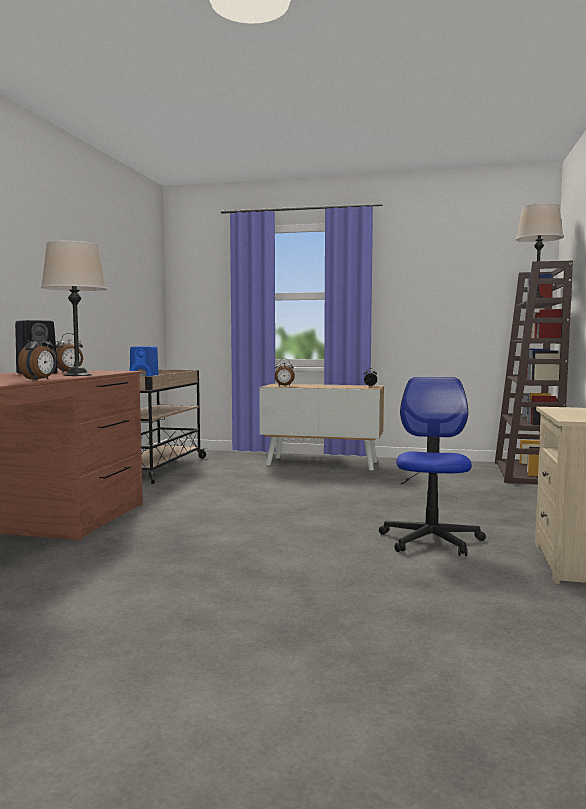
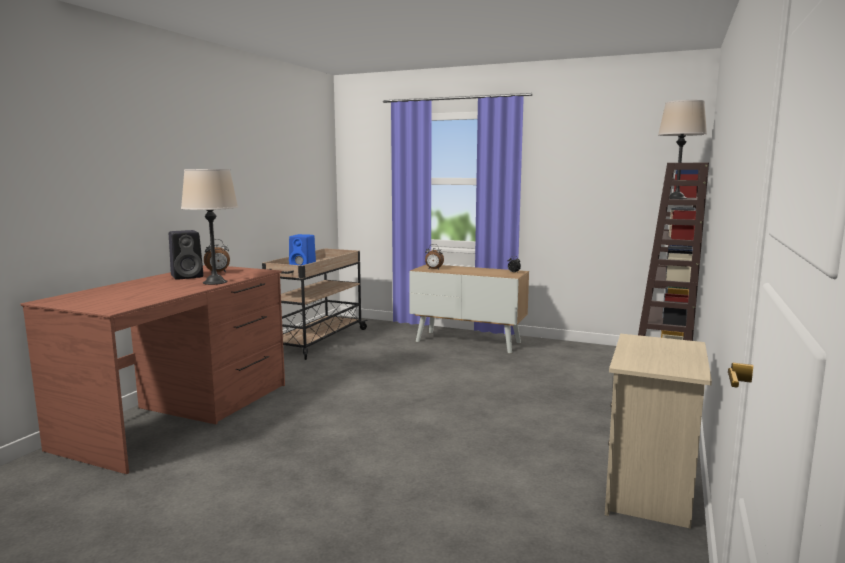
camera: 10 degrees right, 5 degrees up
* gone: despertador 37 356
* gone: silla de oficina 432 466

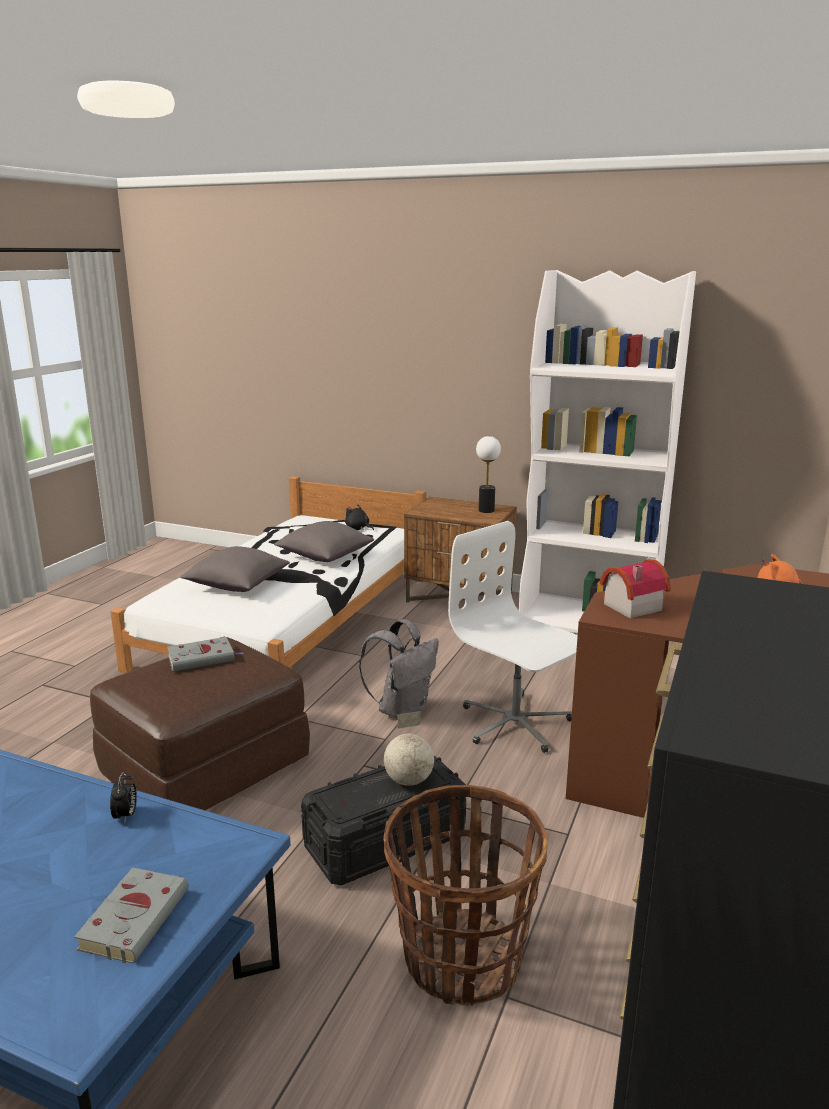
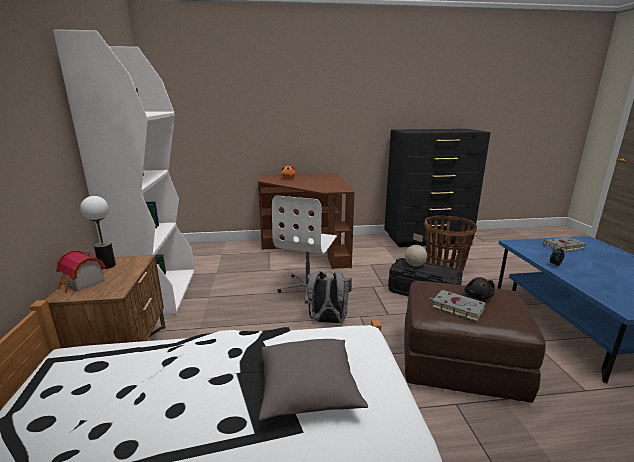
camera: 120 degrees left, 0 degrees up
* gone: cojín [gris] 324 541
* shifted: peluche [negro] 359 517 to 479 288
* shifted: casita 635 589 to 81 271

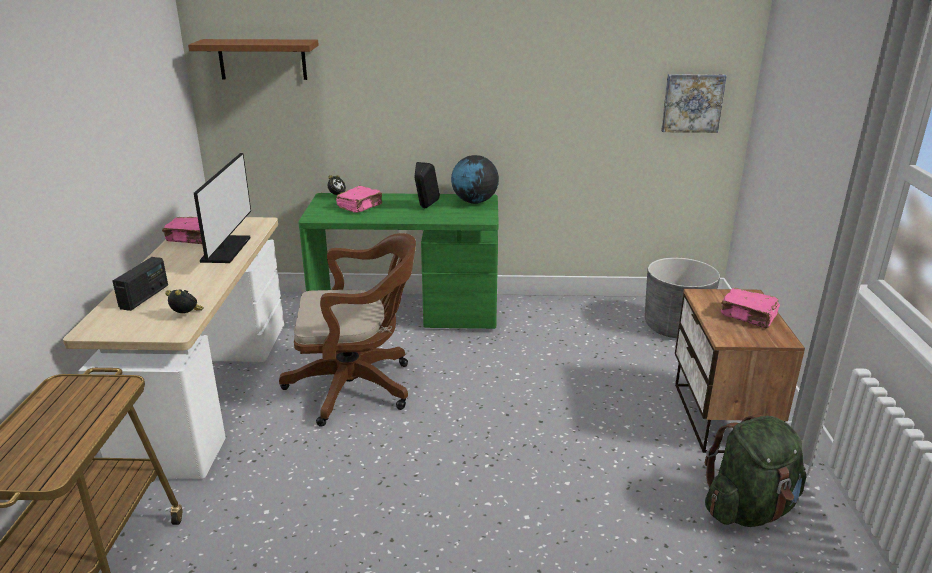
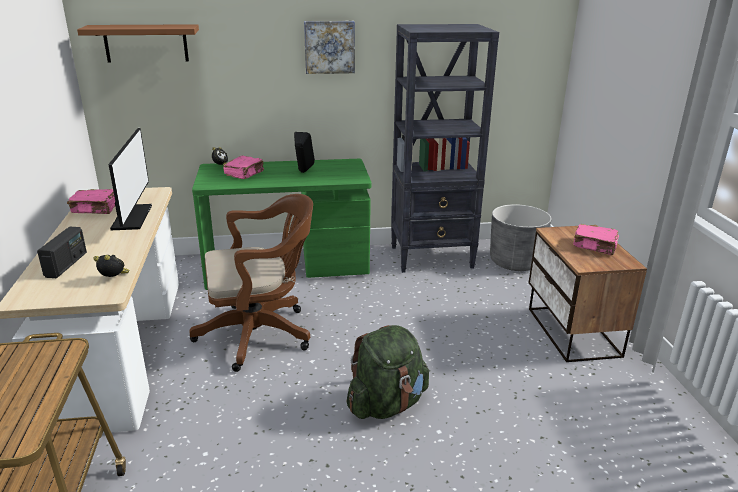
camera: 10 degrees left, 0 degrees up
* gone: globo terráqueo 475 179
* shifted: cuadro 693 103 to 329 47
* shifted: mochila [verde] 756 471 to 387 372
* new: estantería [negro] 445 148

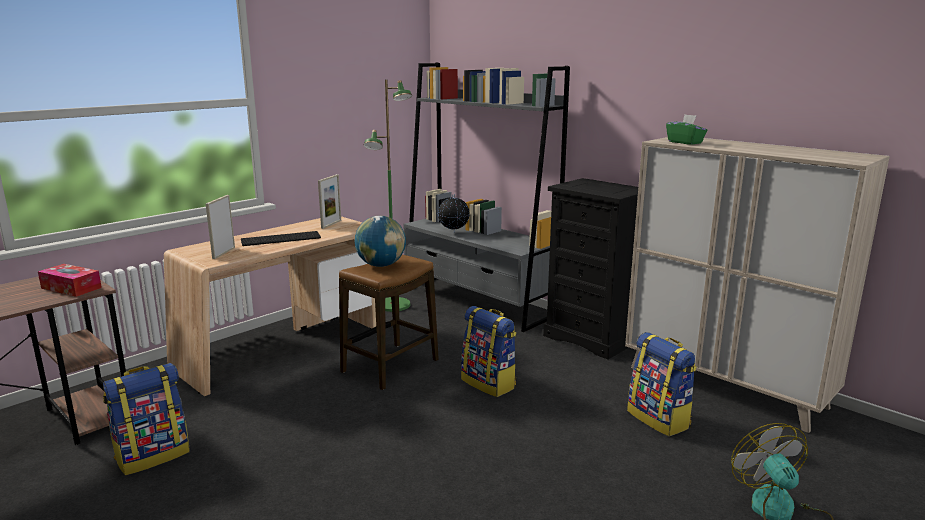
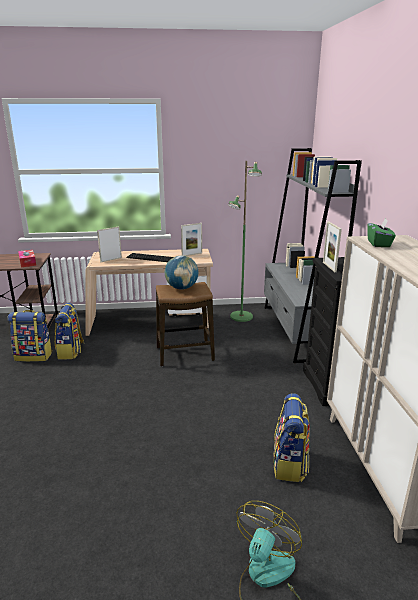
camera: 40 degrees right, 5 degrees up
* gone: globo terráqueo 454 213
* shifted: mochila 489 351 to 70 331
* new: portarretratos 332 246

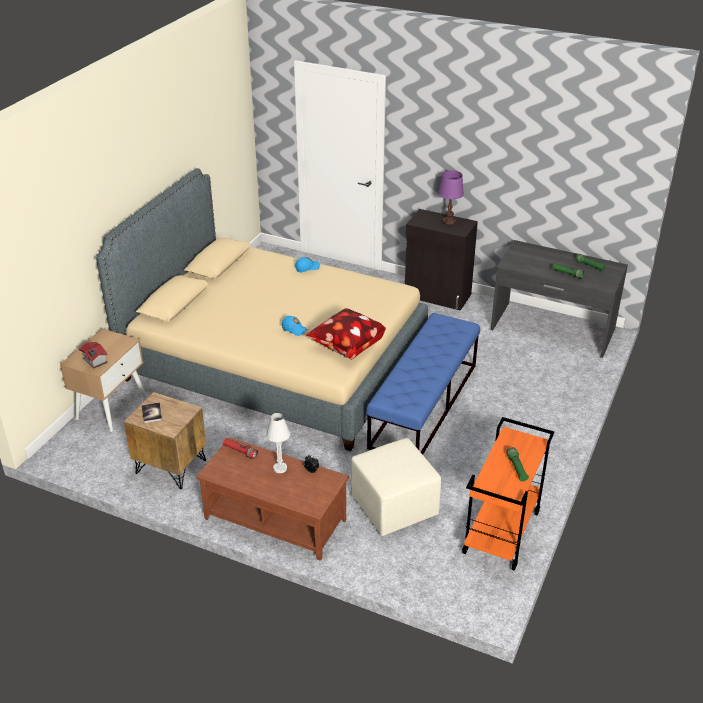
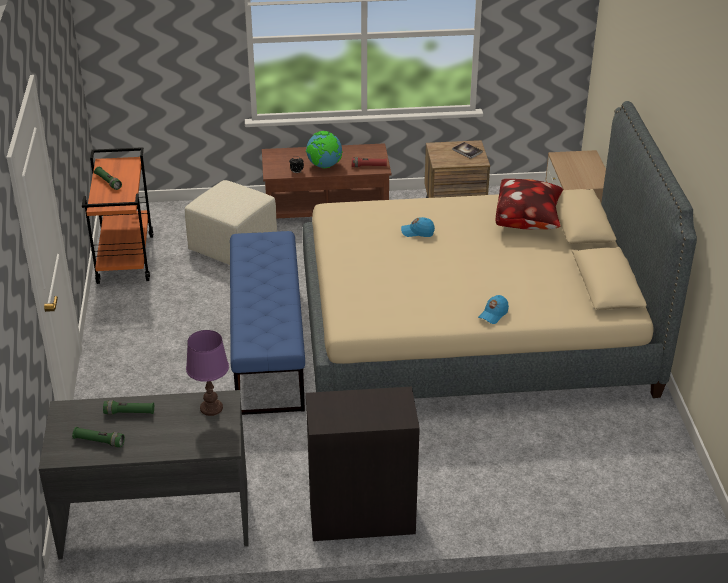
camera: 150 degrees right, 0 degrees up
* gone: casita 93 355
* swapped: lámpara de mesa [blanco] 278 443 to globo terráqueo 324 150
* shifted: cojín 346 334 to 529 204
* shifted: lámpara de mesa [morado] 451 197 to 207 373

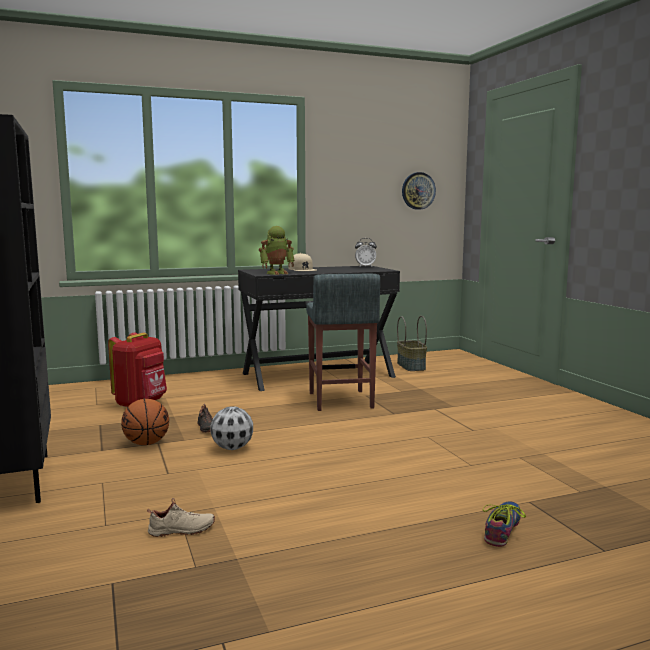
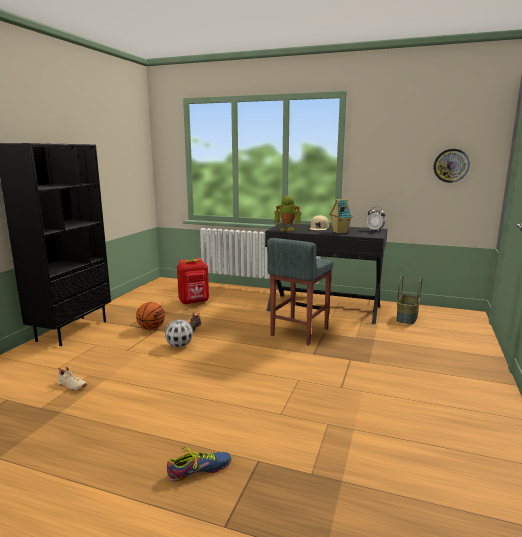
camera: 40 degrees right, 5 degrees up
* new: casita 341 216

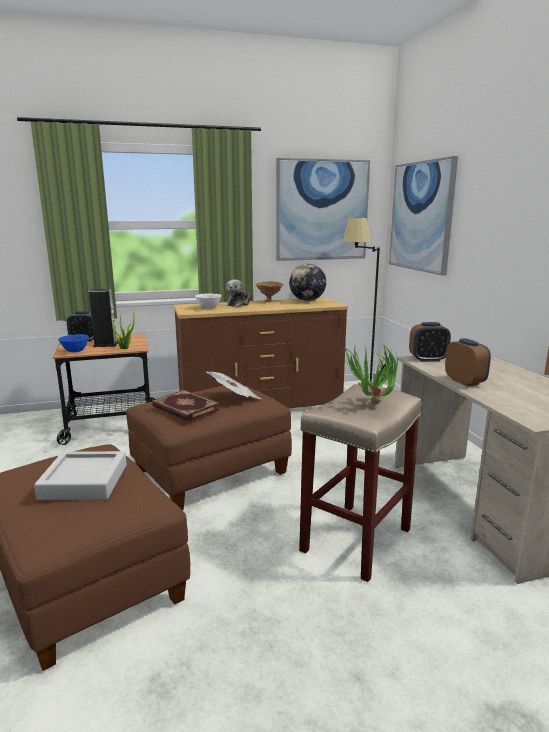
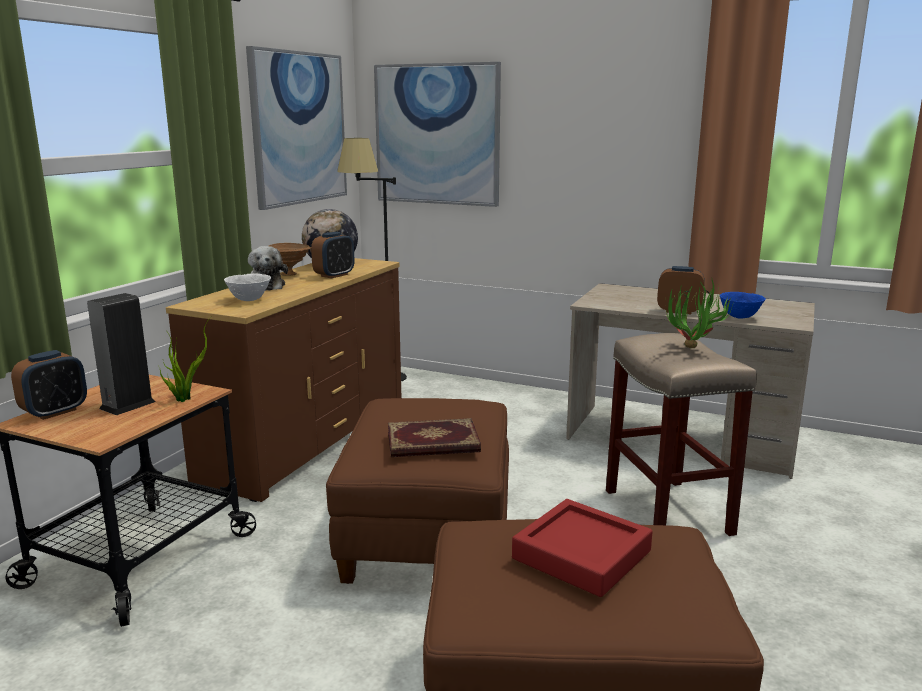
camera: 50 degrees left, 0 degrees up
* repainted: bandeja [gris] 80 475 to bandeja [rojo] 582 548
* shifted: cuenco [azul] 73 343 to 743 305
* gone: periódico 234 385
* shifted: despertador 430 342 to 332 255

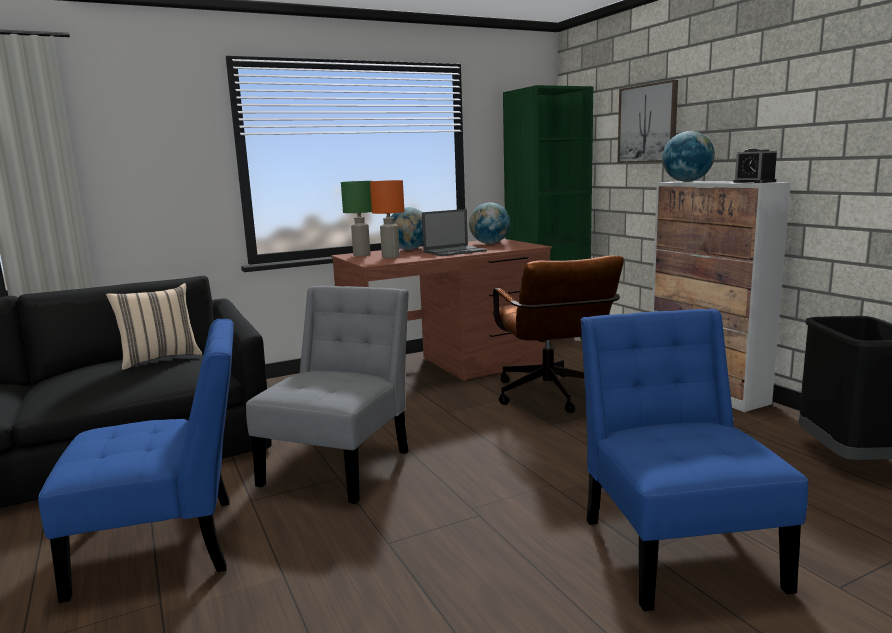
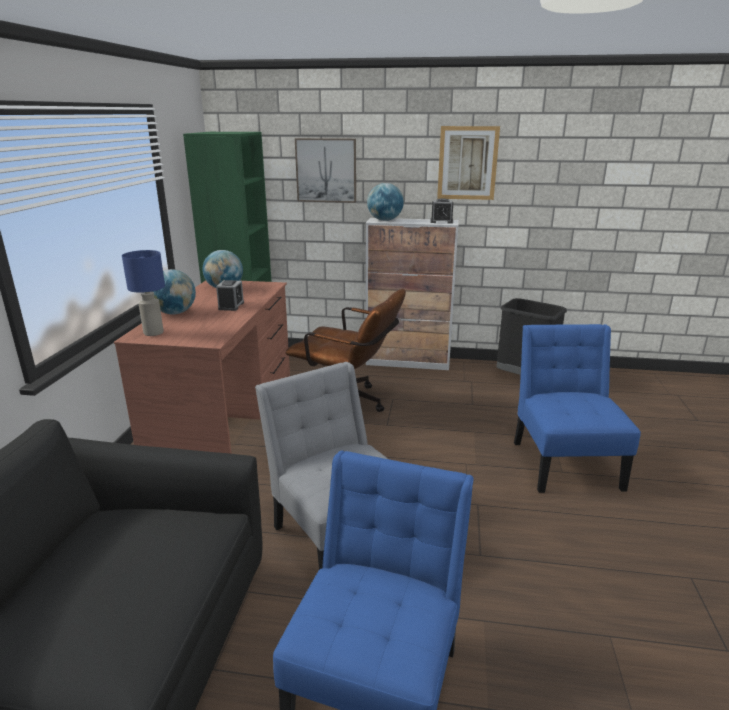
camera: 55 degrees left, 10 degrees up
* gone: cojín [beis] 154 326
* repainted: lámpara de mesa [verde] 356 218 to lámpara de mesa [azul] 143 293
* gone: lámpara de mesa [naranja] 387 219
* swapped: portátil 454 232 to despertador 230 295
* rotated: silla [azul] 694 460 = 577 408 60 degrees clockwise
* new: cuadro 468 163

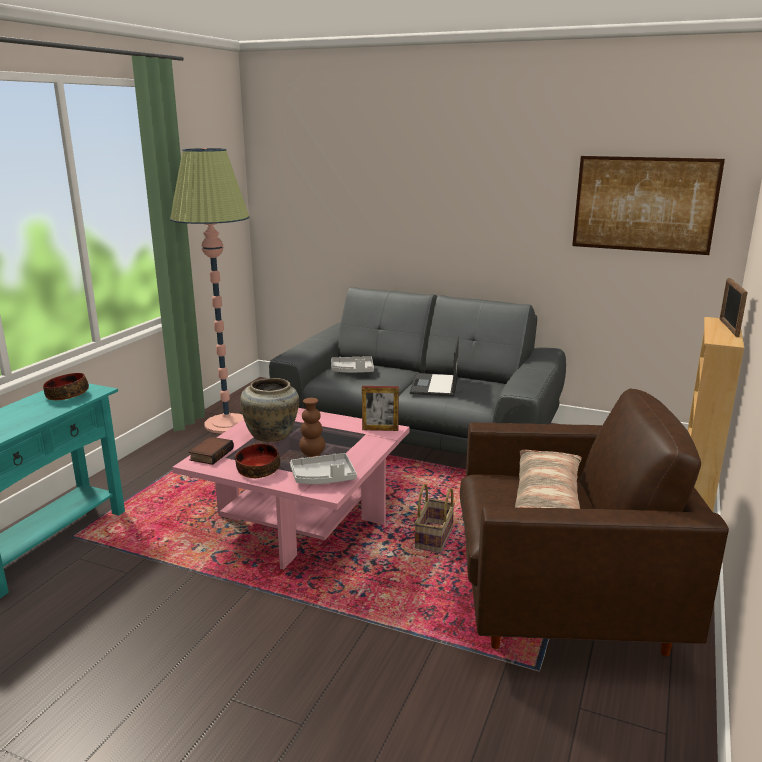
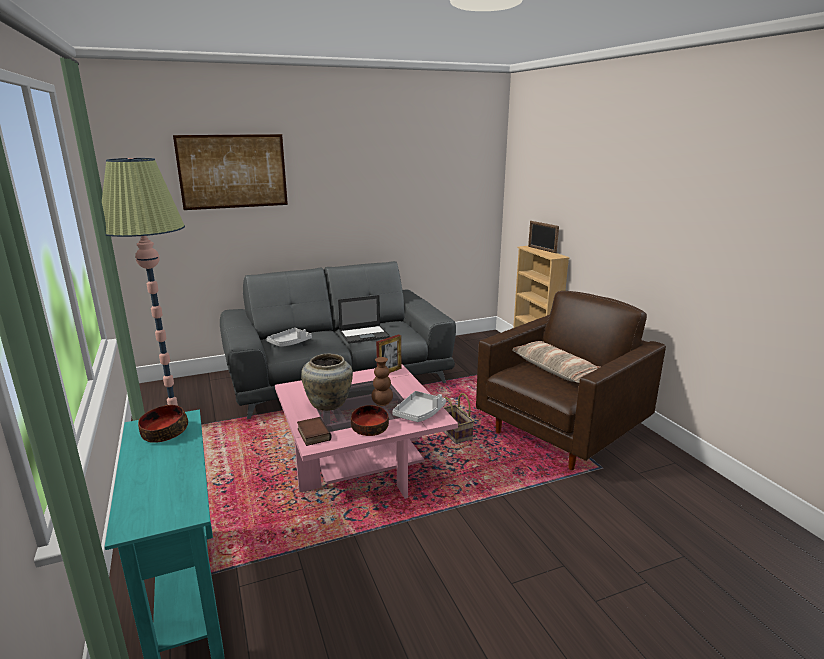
camera: 45 degrees left, 0 degrees up
* rotated: portátil 434 366 = 364 319 75 degrees counterclockwise
* shifted: cuadro 648 205 to 230 172

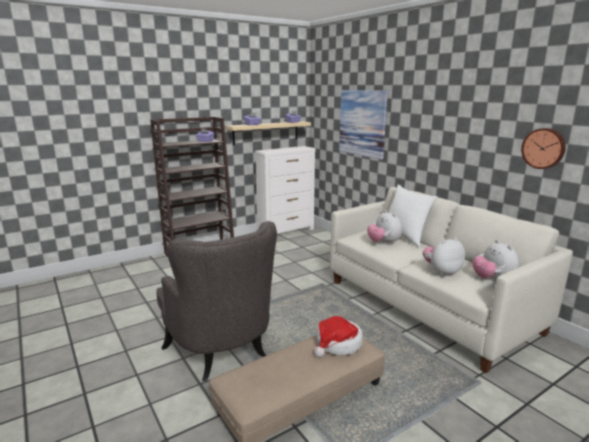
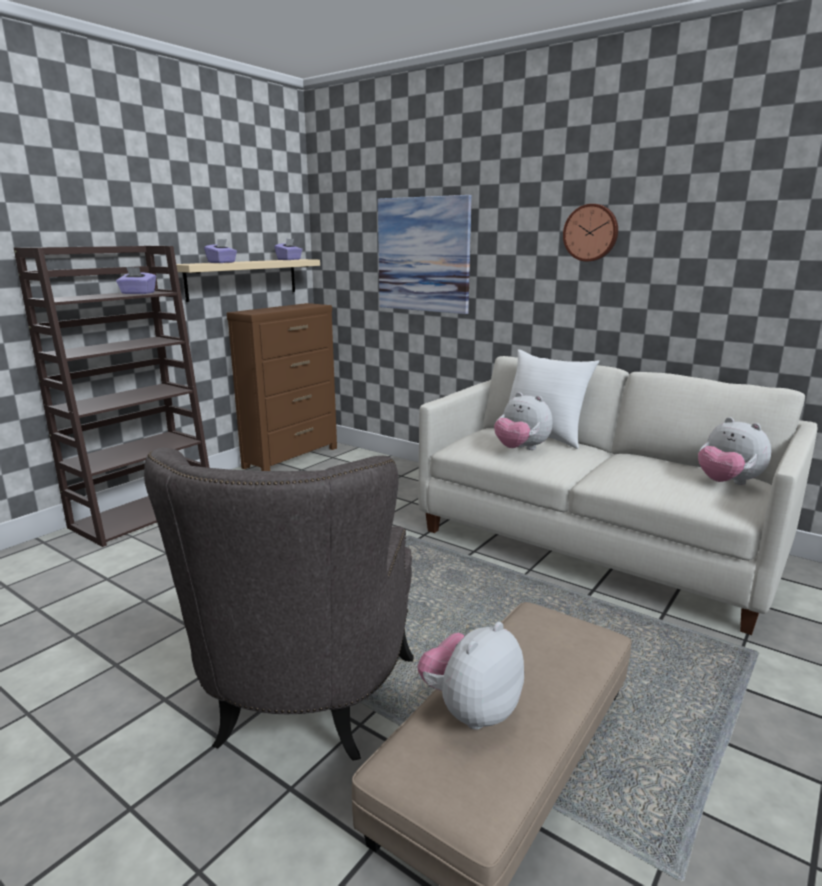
camera: 20 degrees left, 0 degrees up
* rotated: sillón [gris] 216 301 = 279 604 60 degrees clockwise
* repainted: cómoda [blanco] 285 190 to cómoda [marrón] 282 387
* gone: sombrero 338 337
* shifted: peluche 444 257 to 470 676
* shifted: reloj de pared 543 148 to 590 233

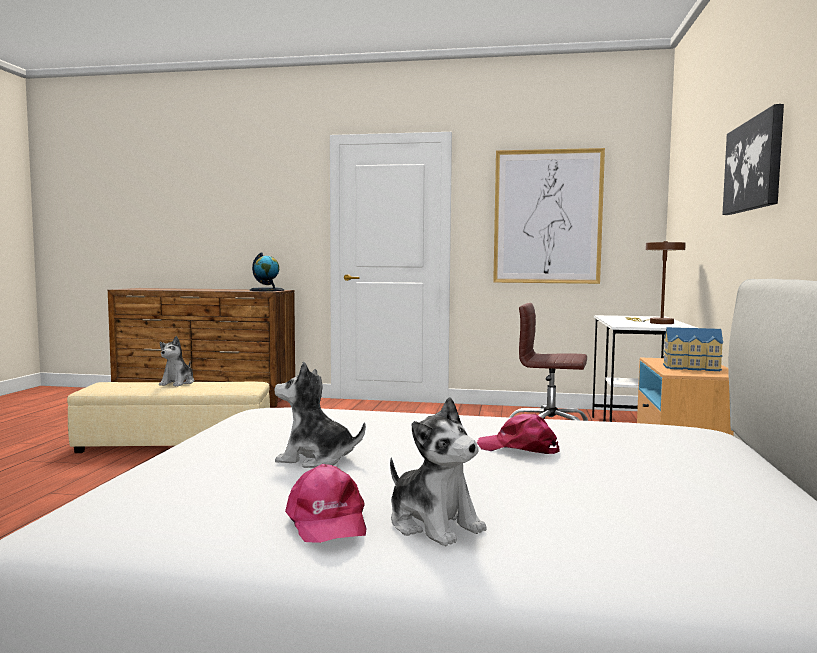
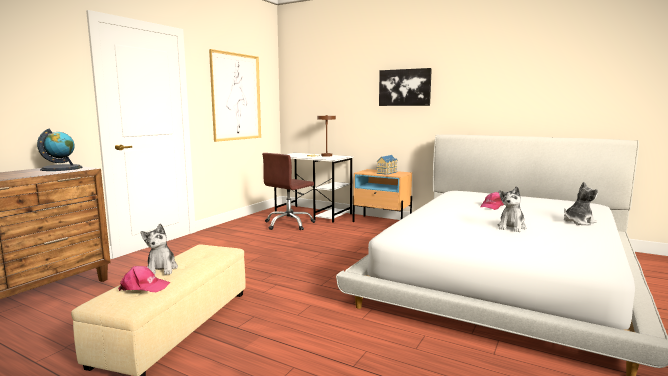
camera: 70 degrees left, 5 degrees up
* rotated: peluche 176 361 = 159 249 45 degrees clockwise
* shifted: gorra [rosa] 325 503 to 144 279

